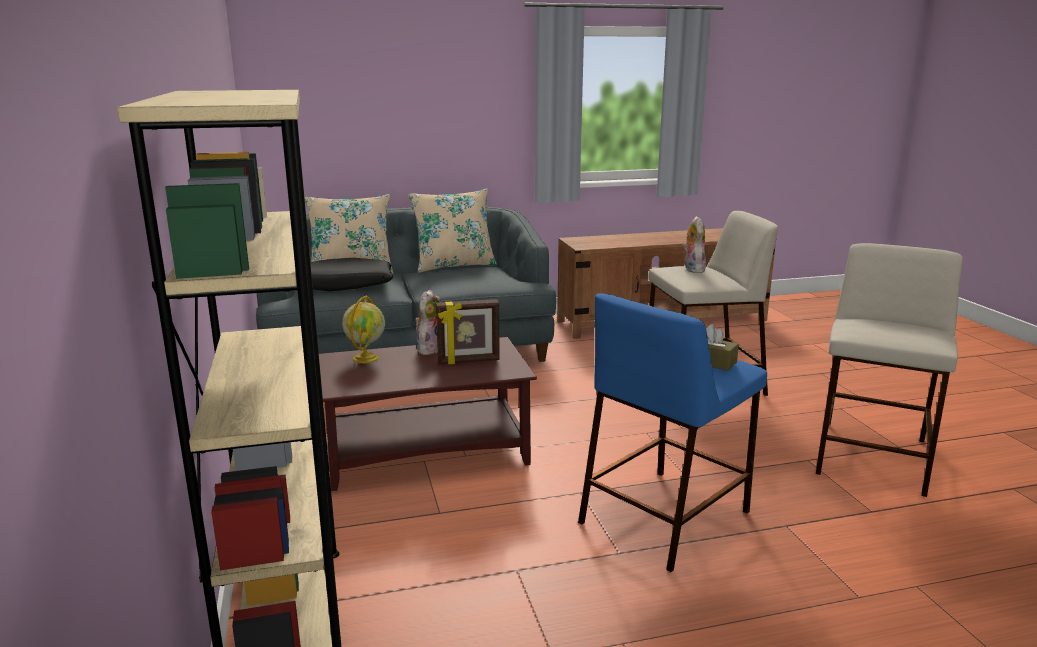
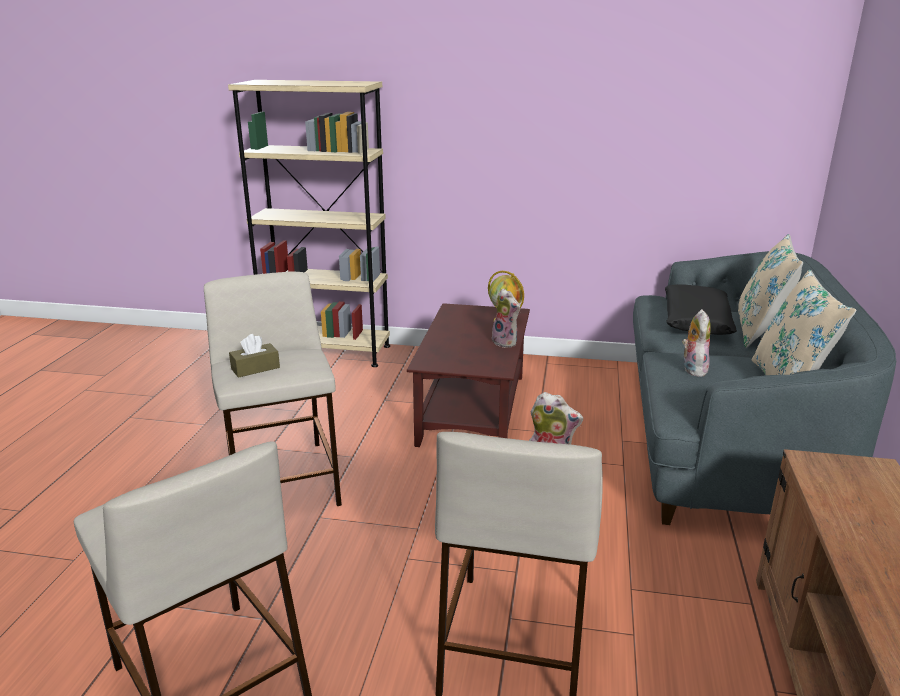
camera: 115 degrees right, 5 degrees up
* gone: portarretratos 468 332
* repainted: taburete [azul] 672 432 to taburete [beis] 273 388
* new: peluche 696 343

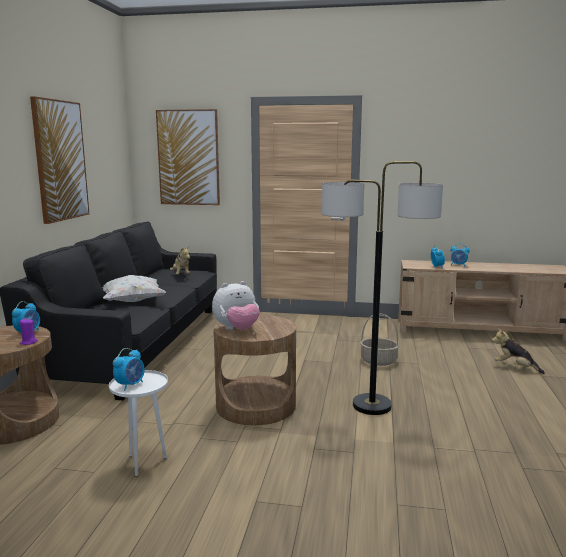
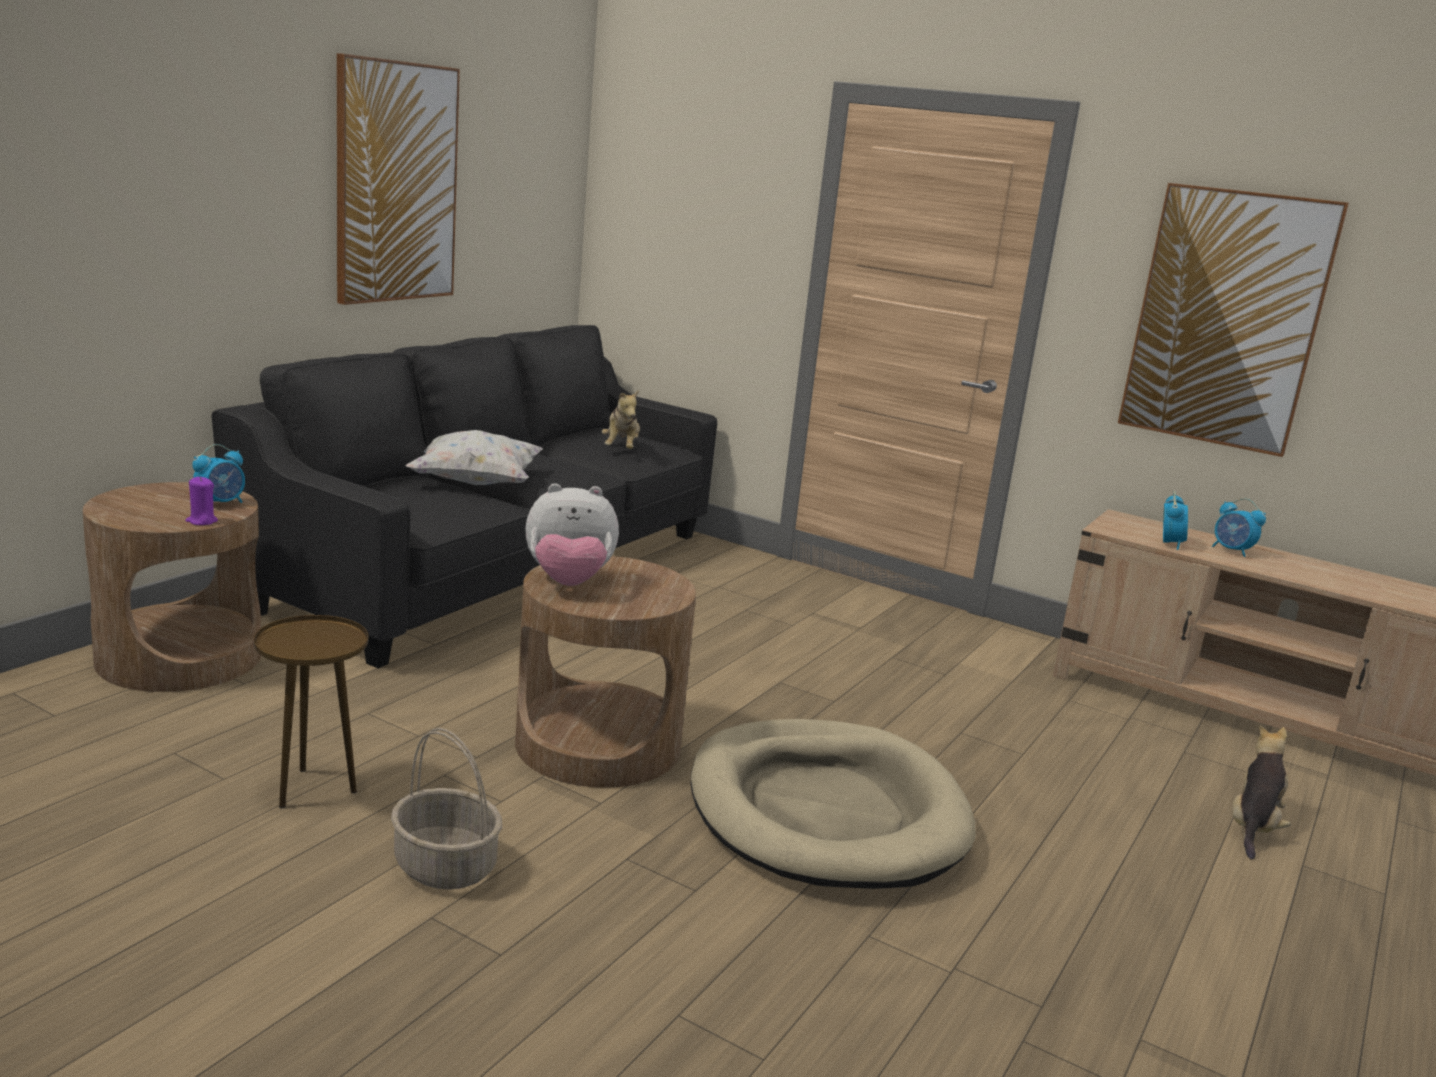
camera: 20 degrees right, 5 degrees up
* repainted: mesa auxiliar [blanco] 138 423 to mesa auxiliar [marrón] 311 711
* gone: despertador 129 369
* shifted: cuadro 188 157 to 1233 320
* swapped: lámpara de pie 382 288 to cama para perro [beis] 833 804
* shifted: cesta 379 339 to 446 809
* rotated: peluche 518 351 = 1261 792 60 degrees clockwise

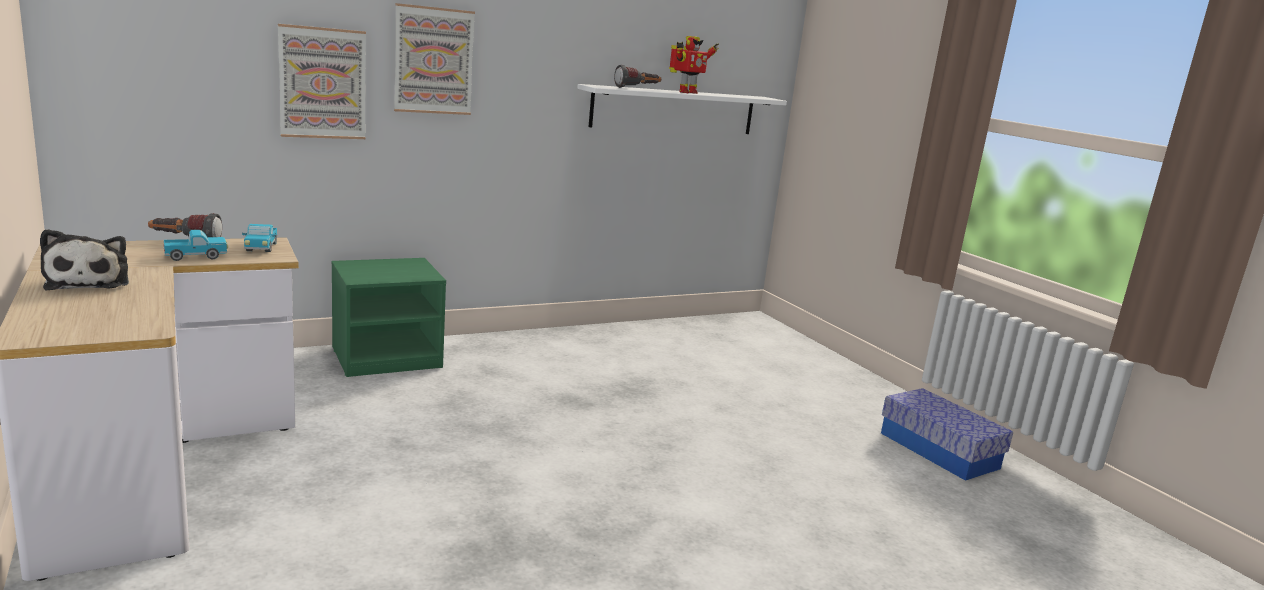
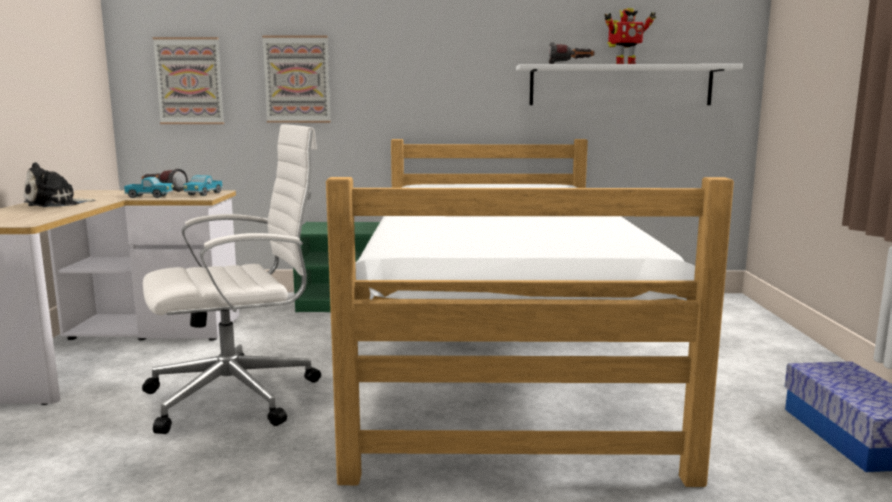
camera: 30 degrees right, 5 degrees down
* rotated: peluche 84 259 = 59 184 45 degrees clockwise
* shifted: cuadro 434 59 to 188 80
* new: silla de oficina [blanco] 231 279
* new: cama 530 313

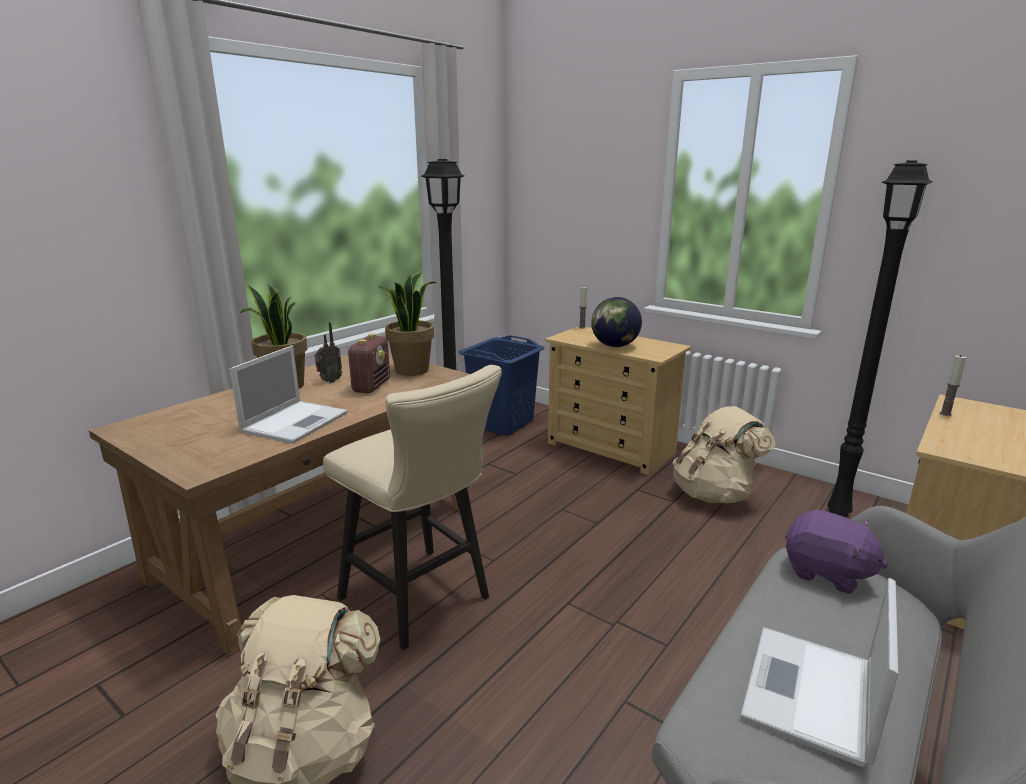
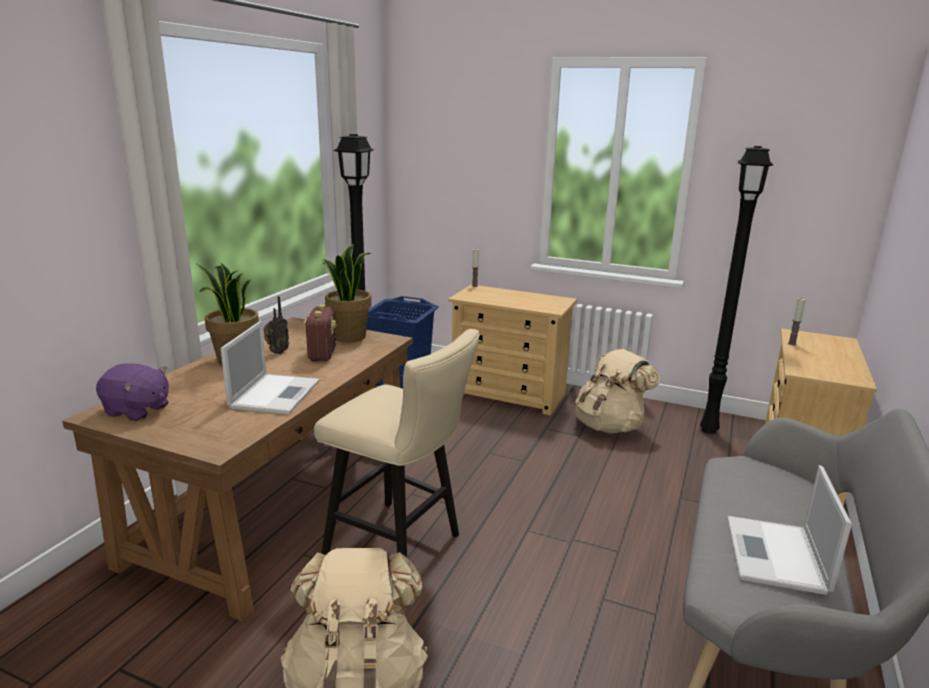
camera: 15 degrees left, 0 degrees up
* gone: globo terráqueo 616 322
* shifted: peluche [morado] 836 551 to 132 392

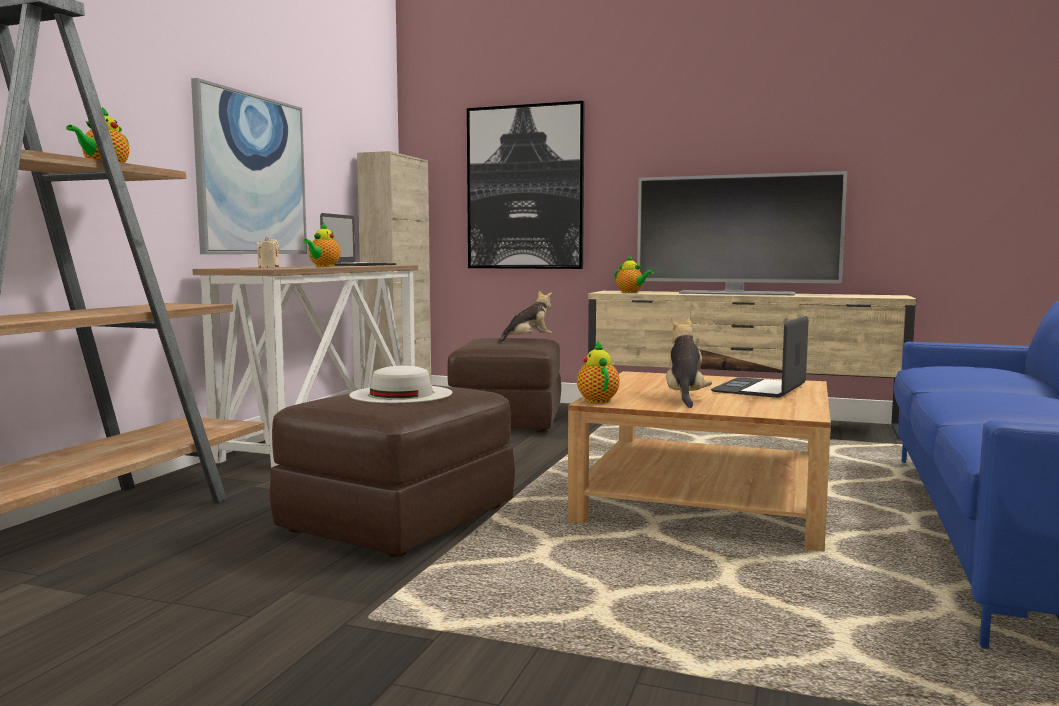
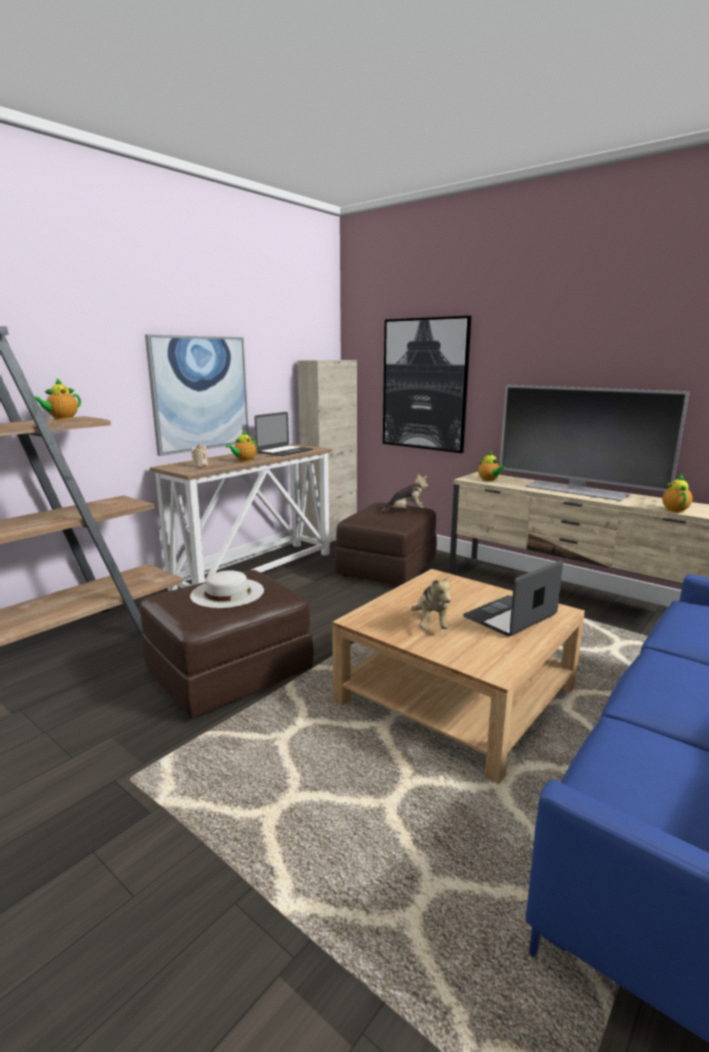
camera: 20 degrees right, 10 degrees up
* shifted: tetera 598 371 to 677 493
* rotated: peluche 689 363 = 431 601 150 degrees clockwise

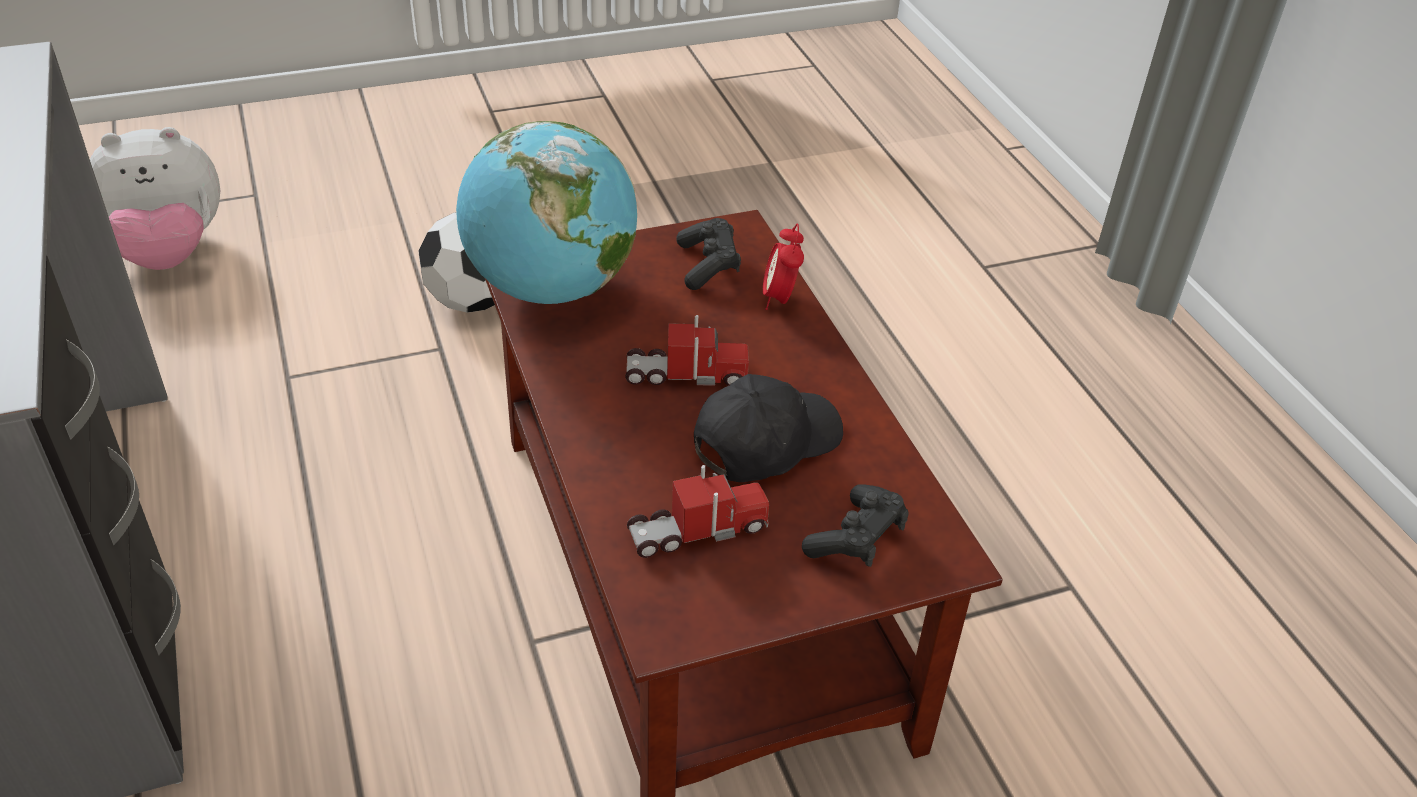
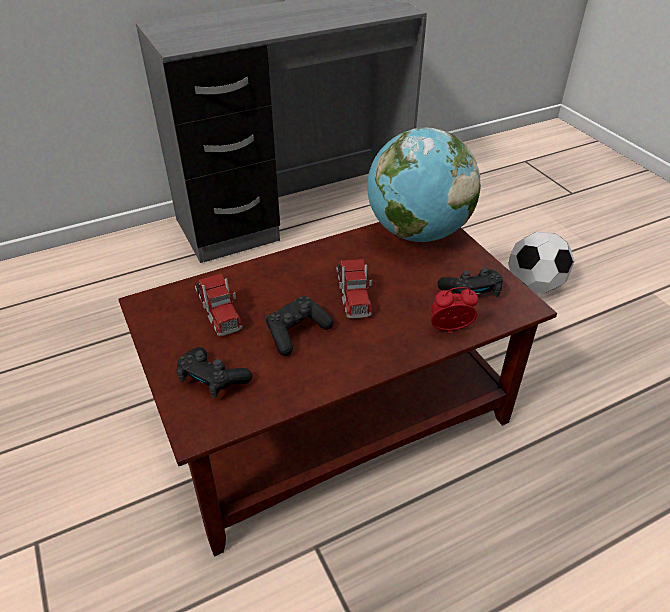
camera: 85 degrees right, 0 degrees up
* gone: peluche 155 198
* swapped: gorra [negro] 768 428 to mando de consola [negro] 299 326

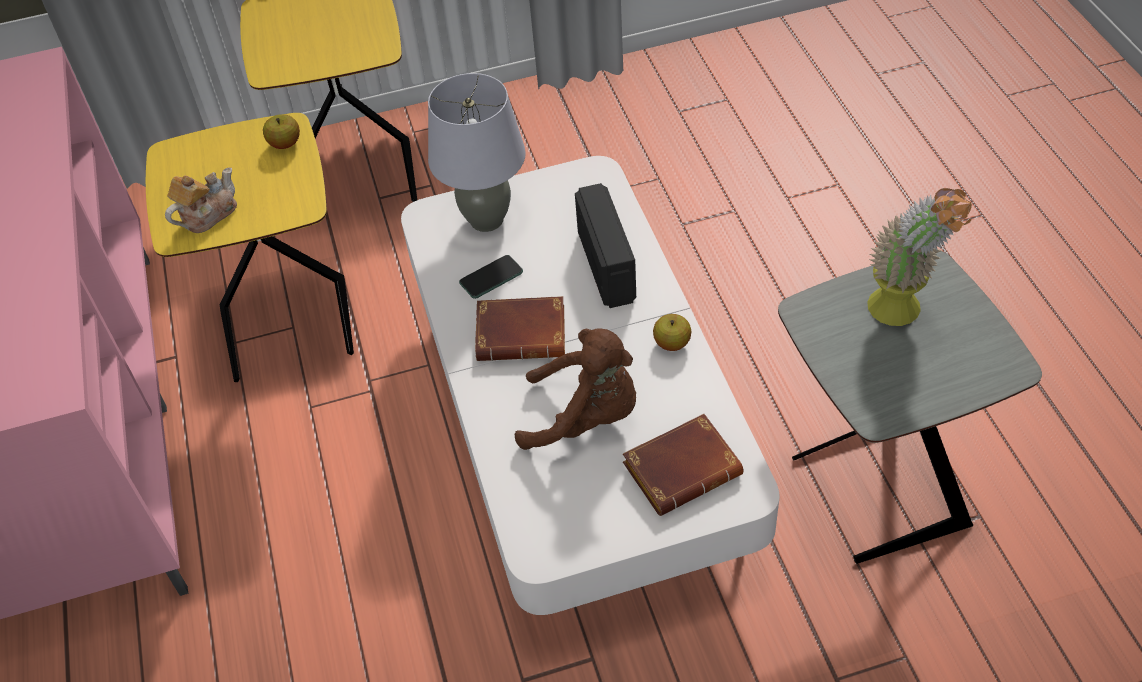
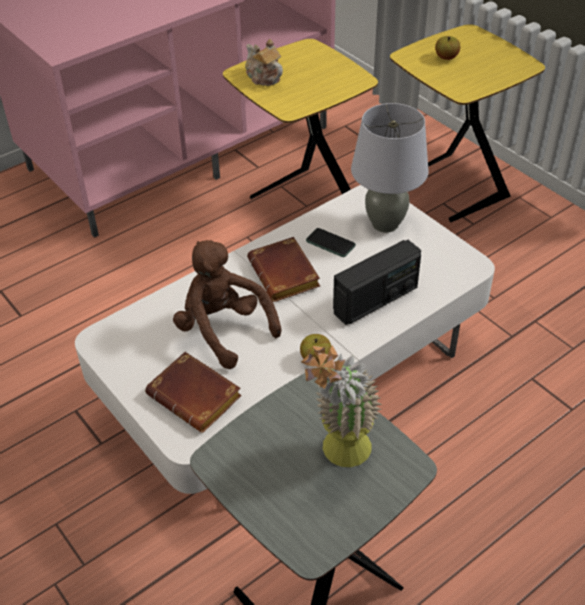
camera: 65 degrees right, 5 degrees down
* rotated: tetera 201 200 = 264 62 150 degrees counterclockwise
* shifted: manzana 281 131 to 447 48
* rotated: peluche [marrón] 575 389 = 227 304 150 degrees clockwise

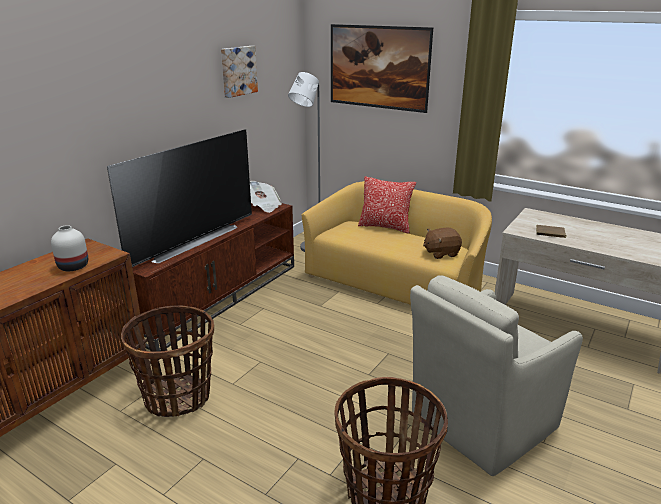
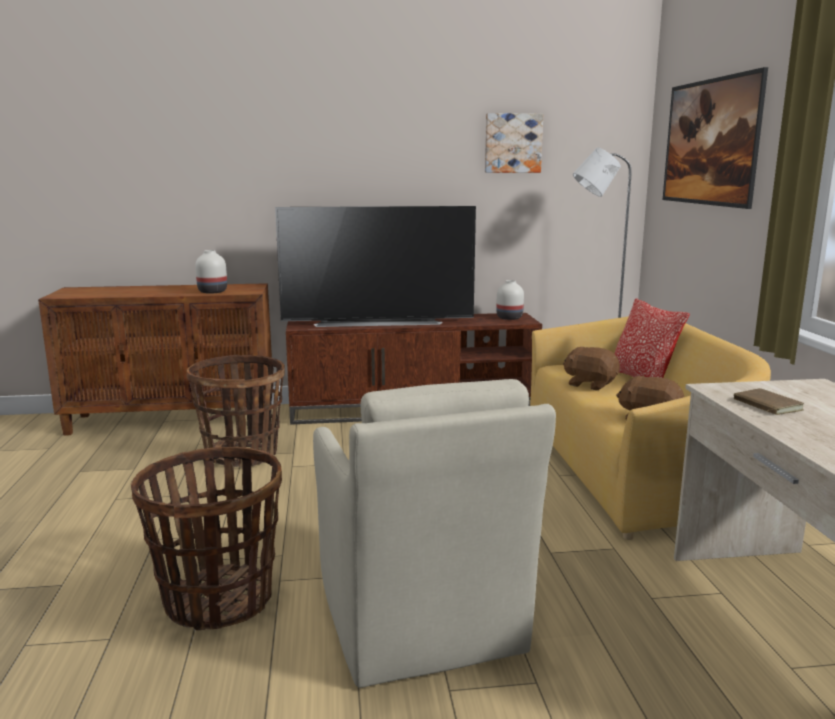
camera: 50 degrees right, 10 degrees down
* swapped: periódico 266 197 to florero [blanco] 510 300
* rotated: sillón [beis] 496 375 = 434 533 120 degrees counterclockwise
* new: peluche [marrón] 591 369

